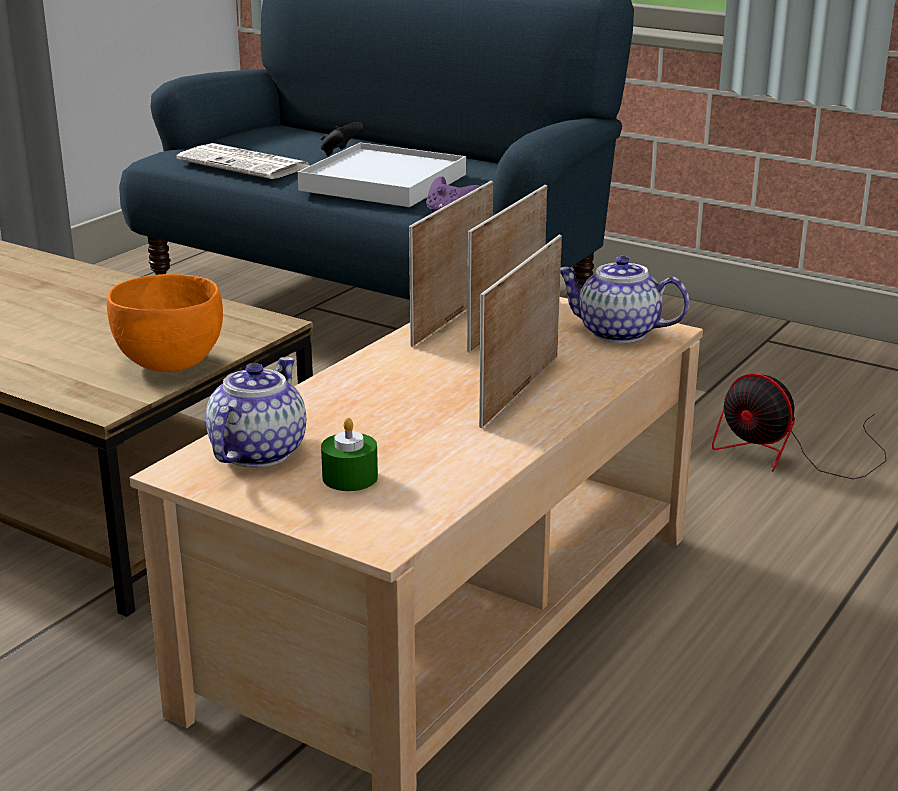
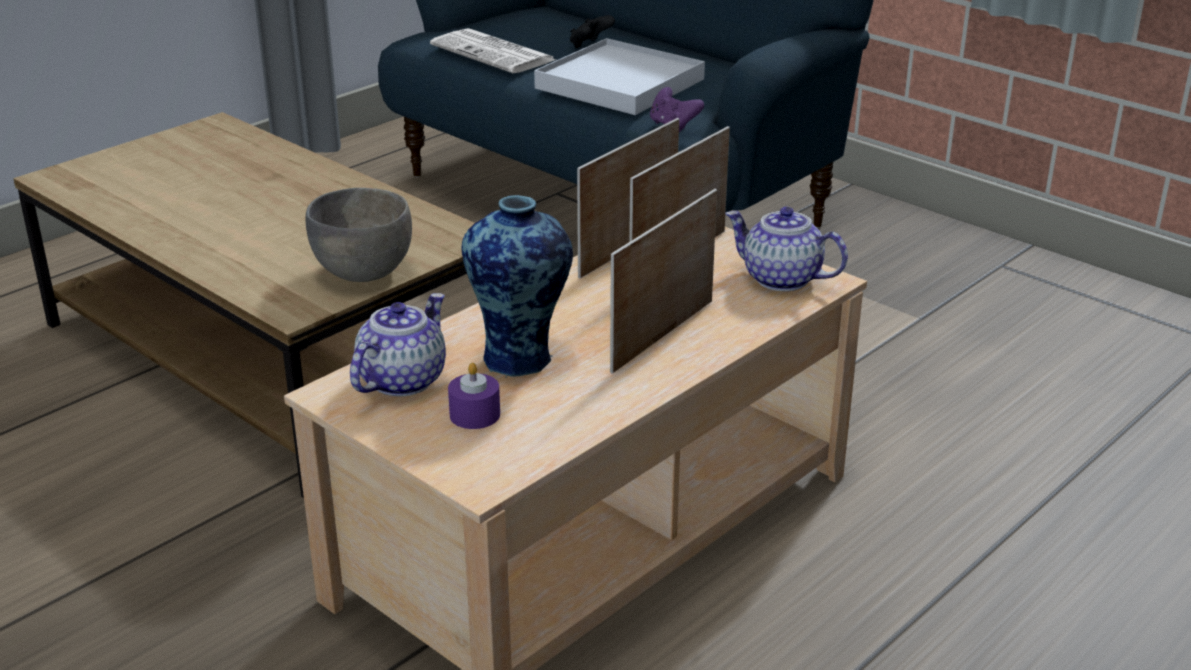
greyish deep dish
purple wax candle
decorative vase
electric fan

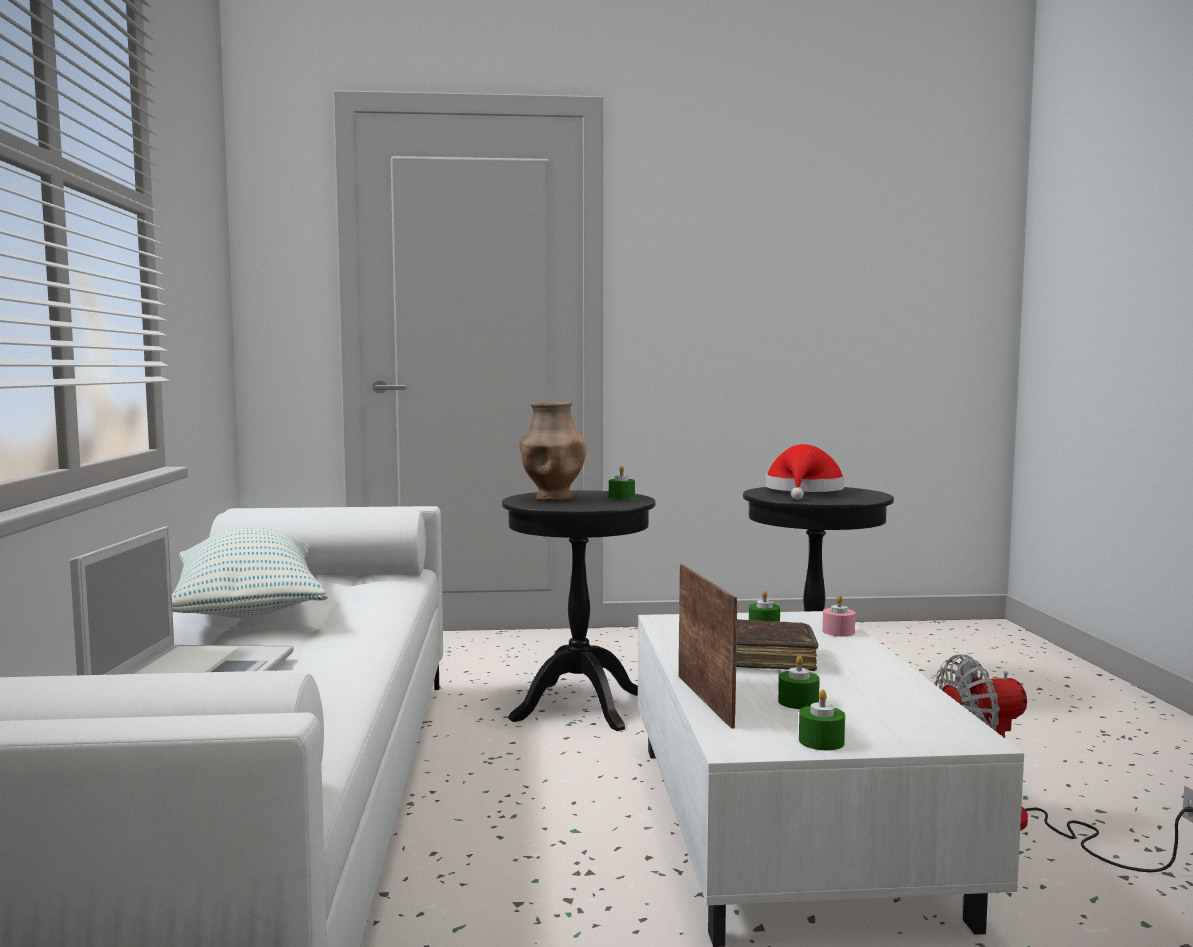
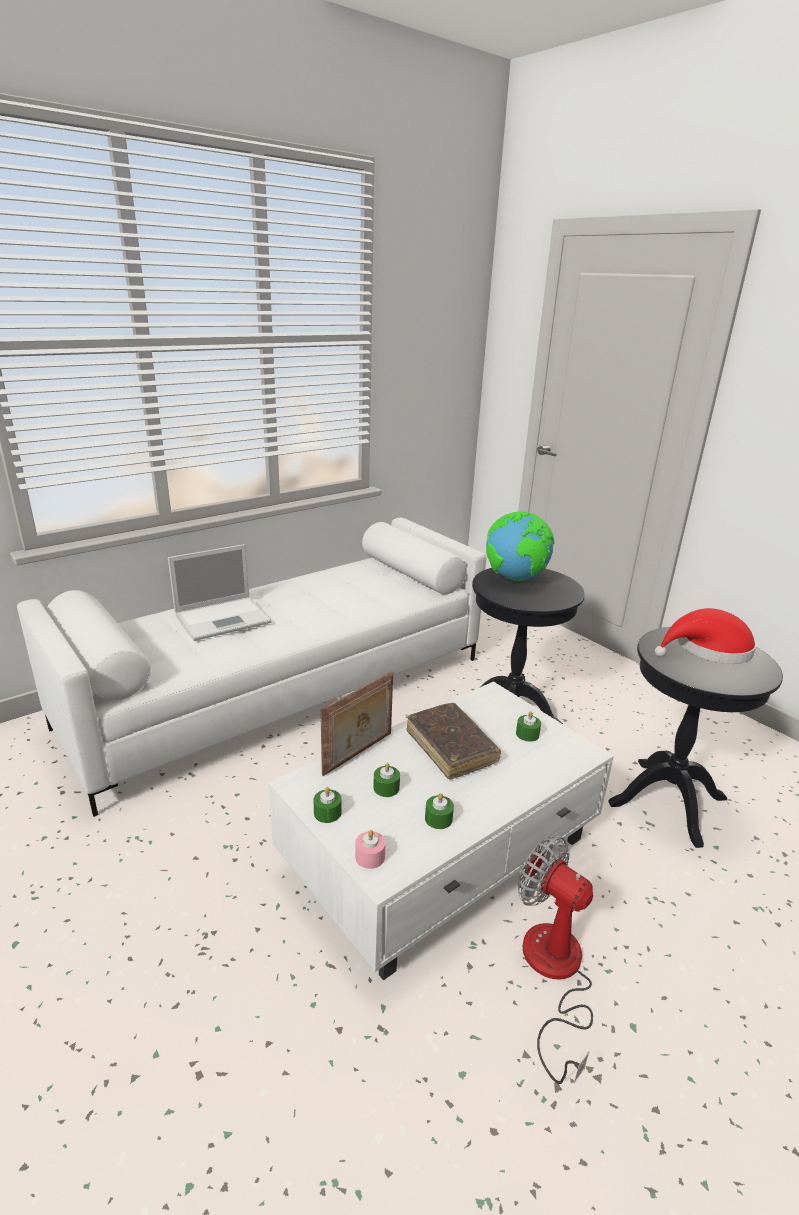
pink wax candle
greenish wax candle (3rd from left)
world globe
throw pillow

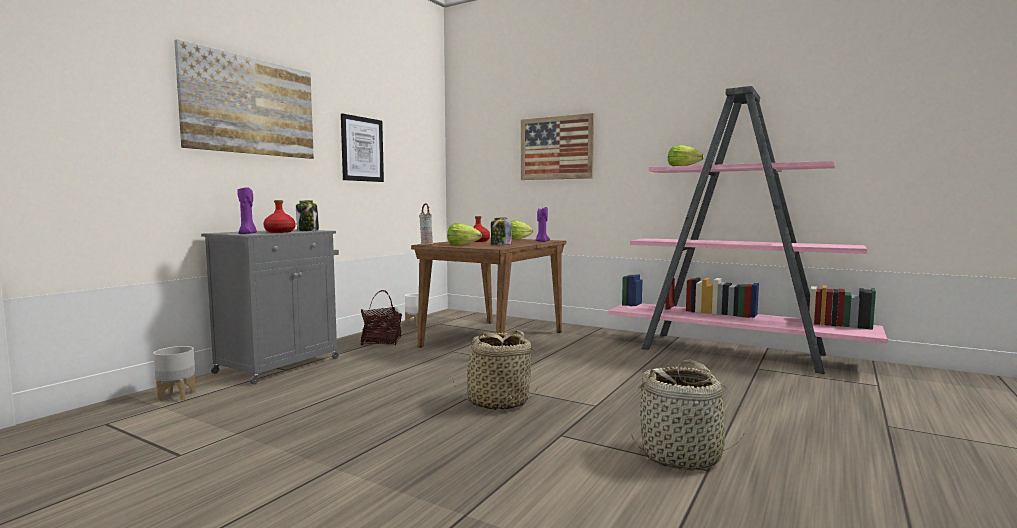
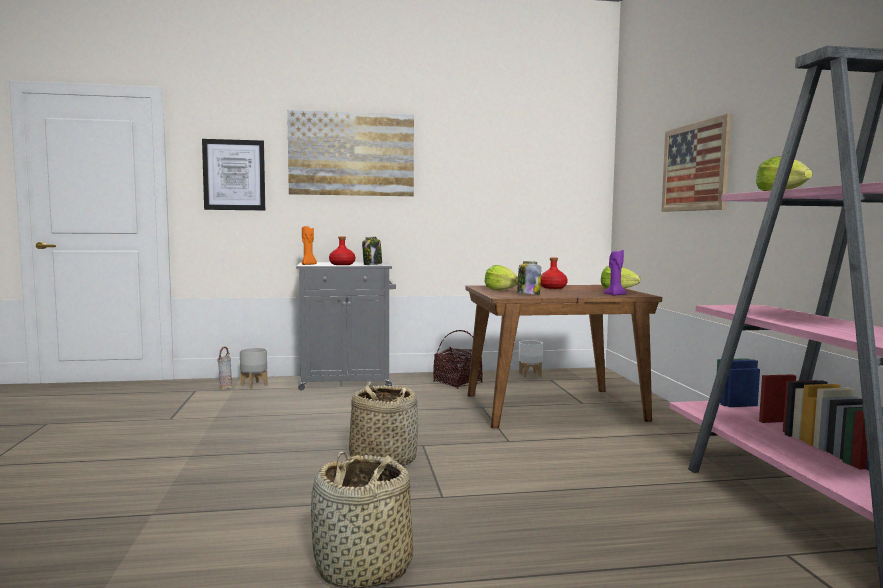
wall picture (1st from left)
decorative vase
orangey wax candle

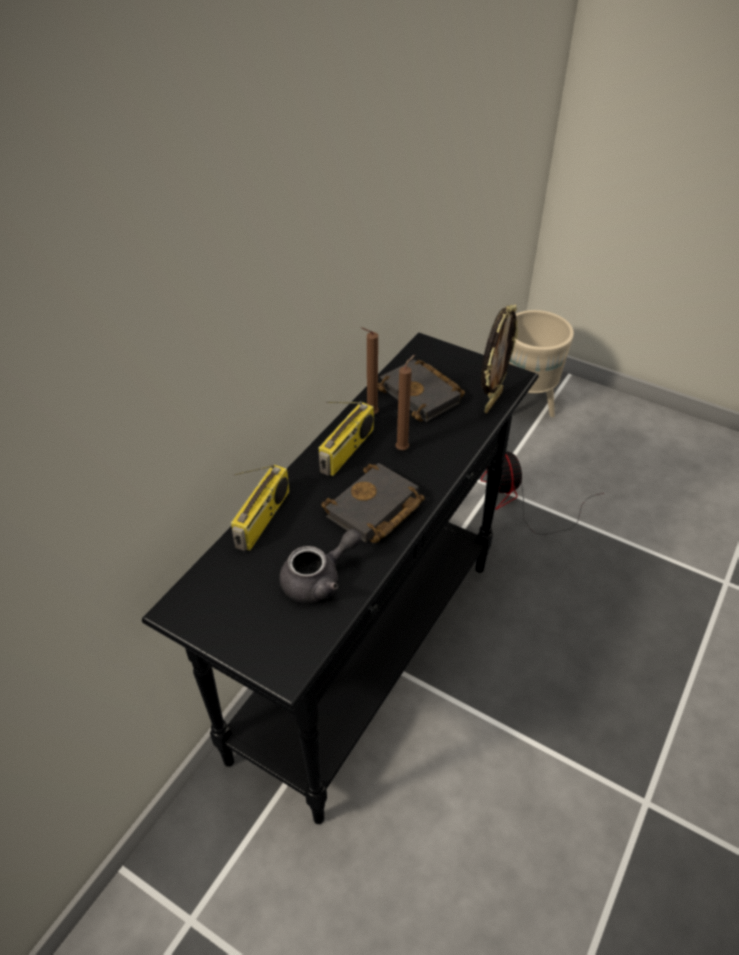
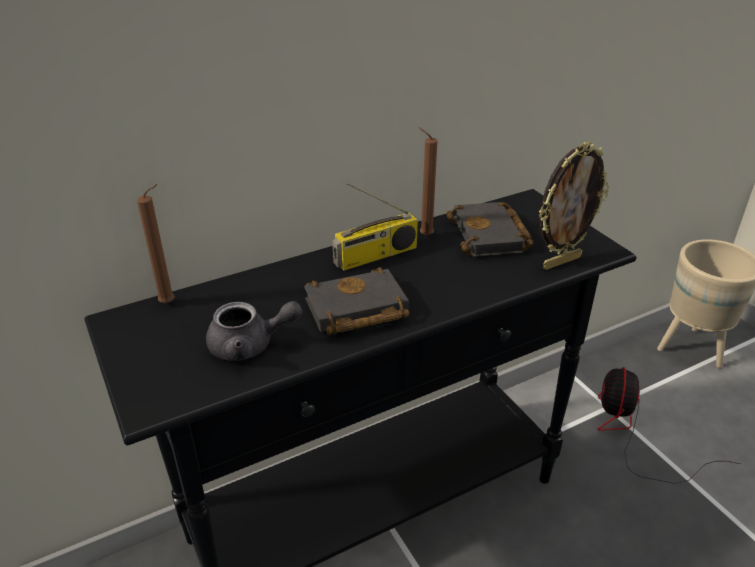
brown wax candle (1st from left)
radio (1st from left in the first image)

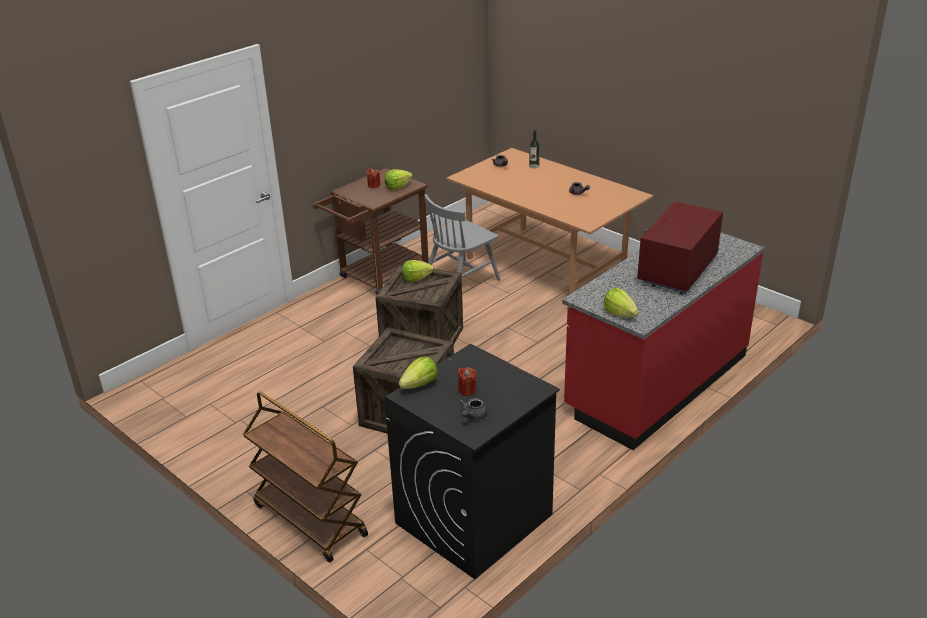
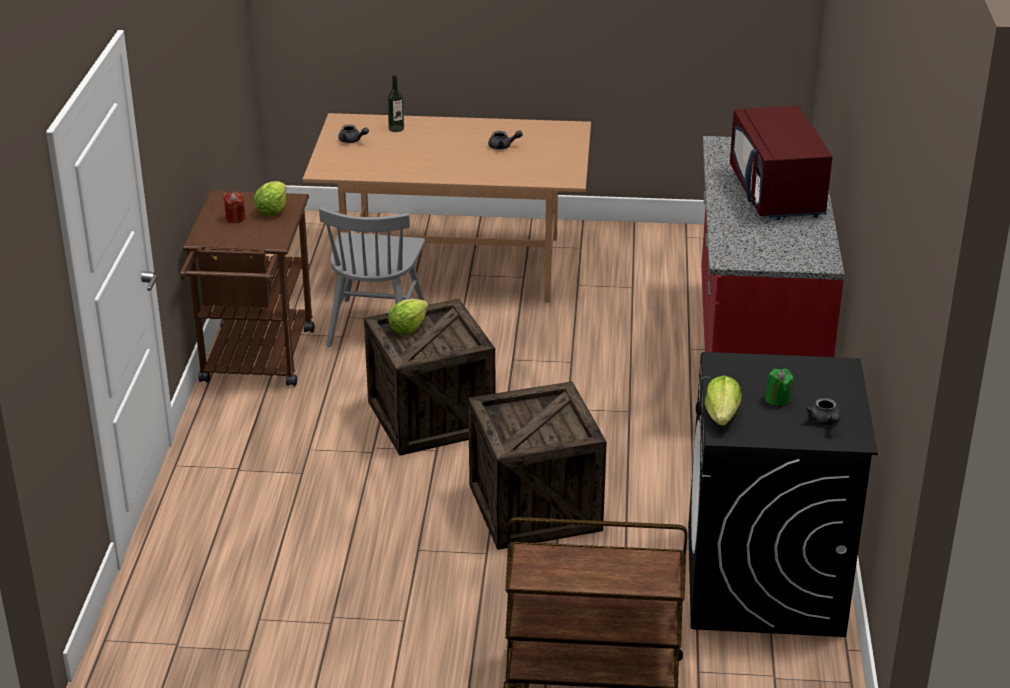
greenish wax candle
head of lettuce (4th from left in the first image)

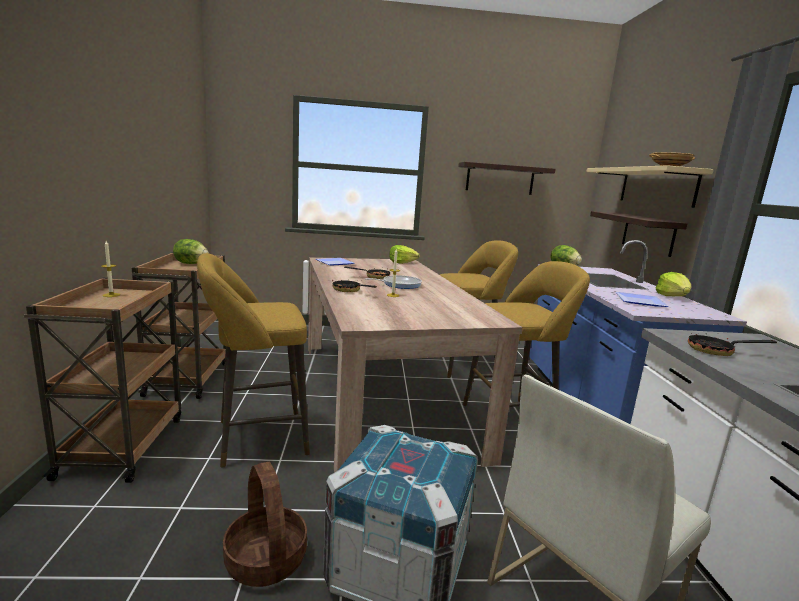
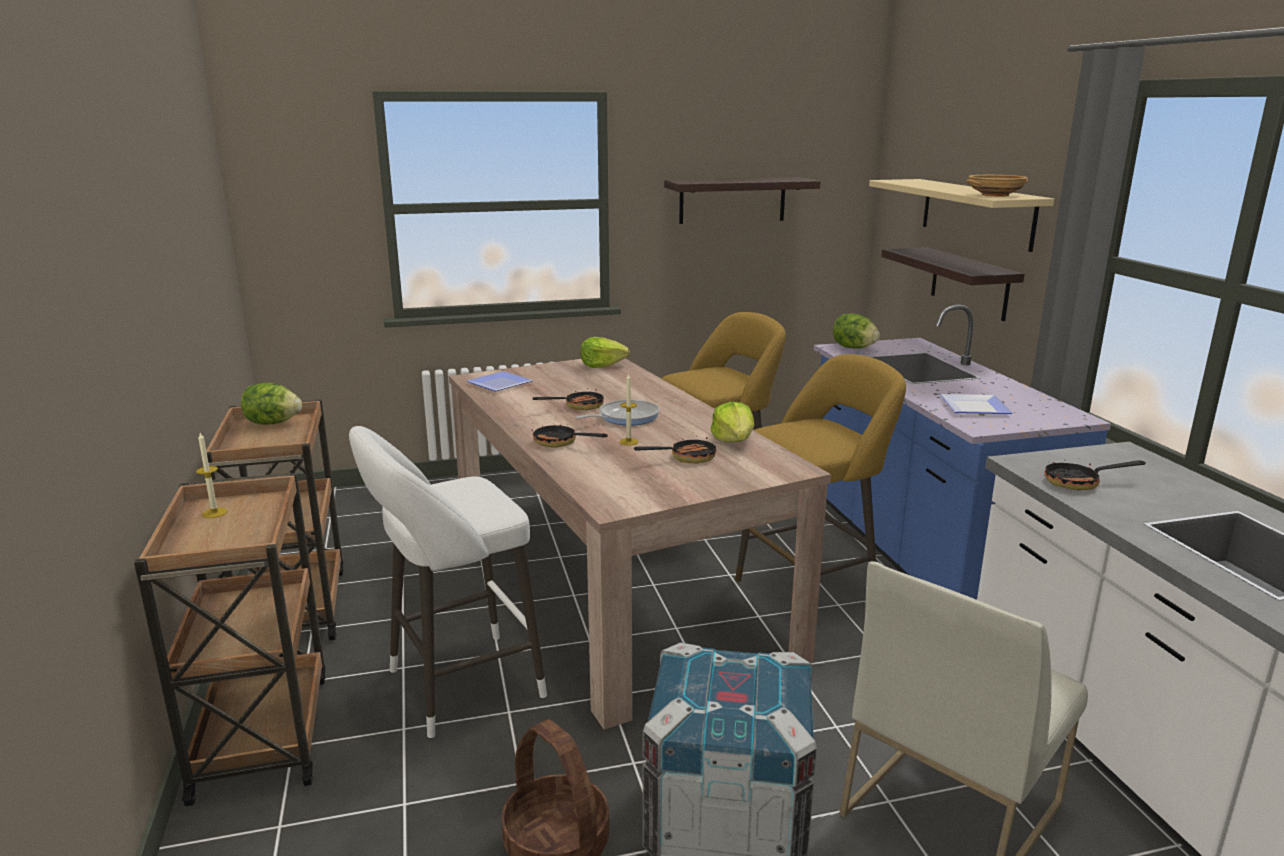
white-coloured stool
frying pan (4th from left)
head of lettuce (3rd from left)

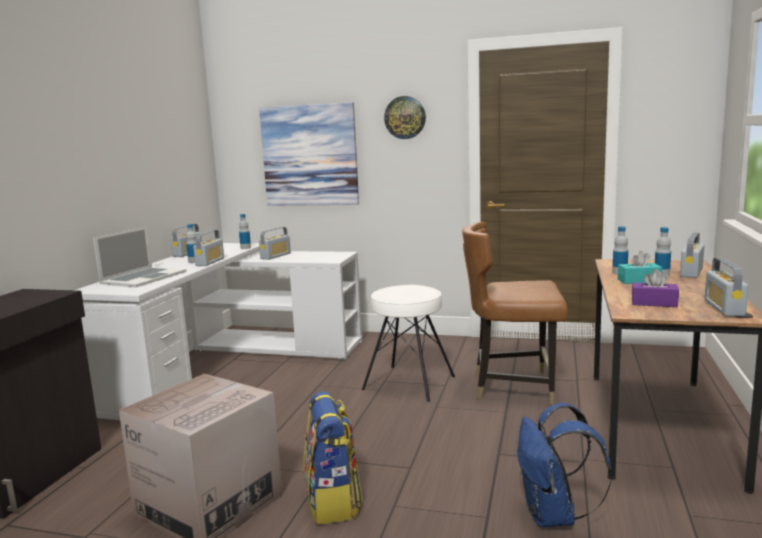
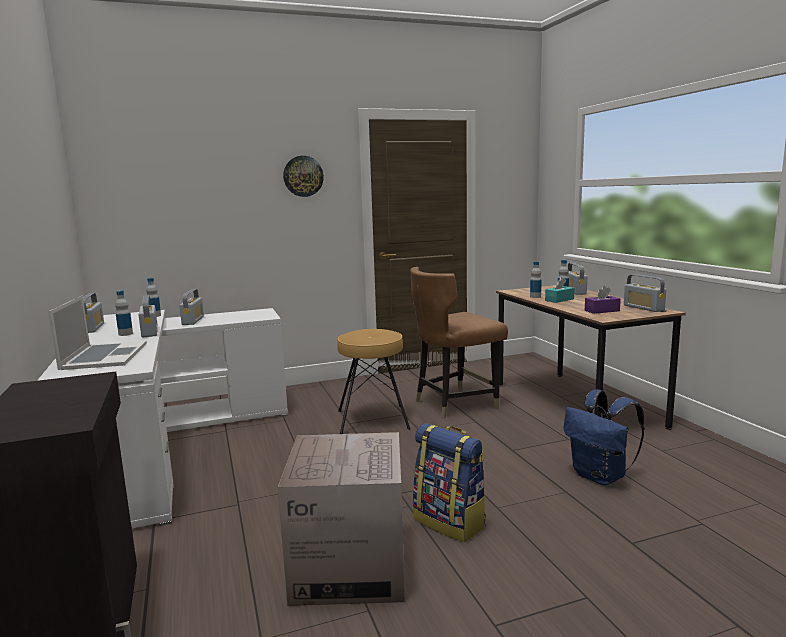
brown stool
wall picture

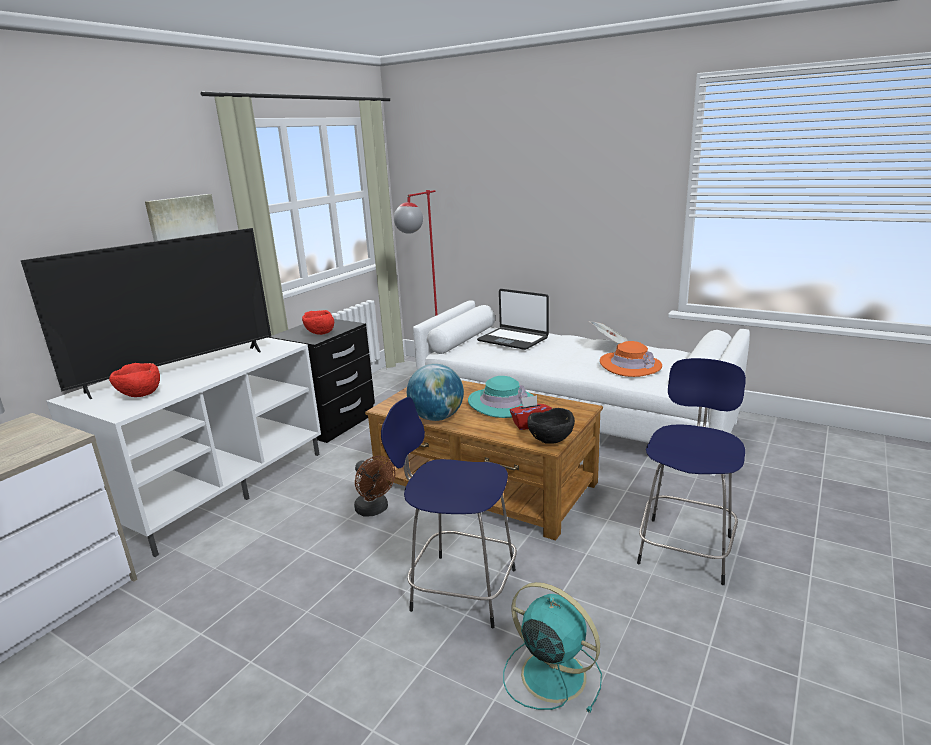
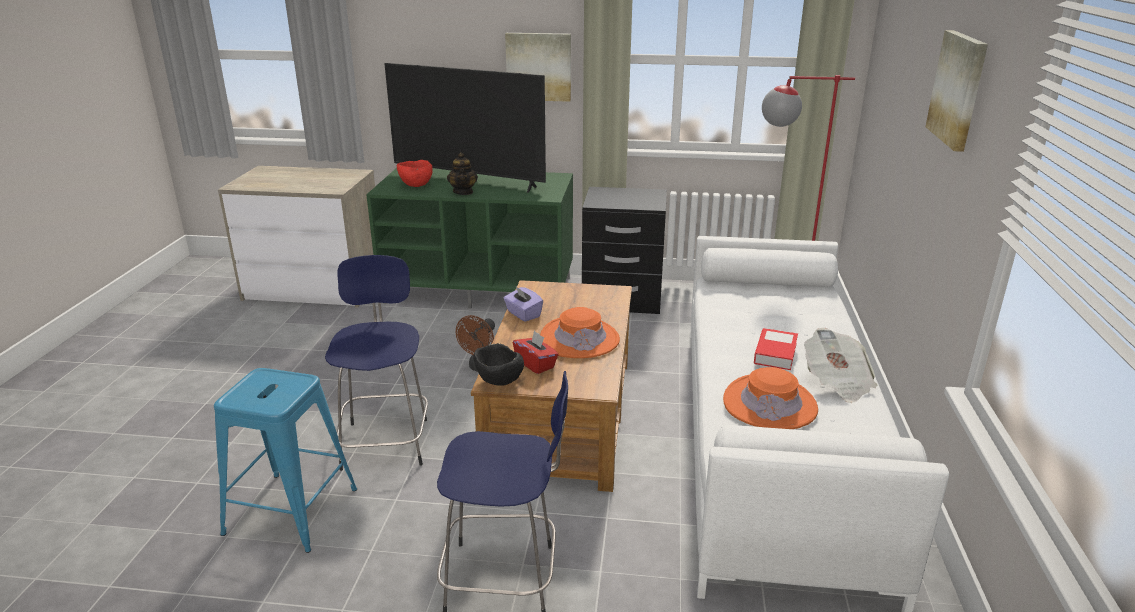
bluish stool (1st from left)
greenish media console
pot for tea
purple tissue holder
orangey wearable hat (1st from left)
book
wall picture (2nd from left)
reddish deep dish (2nd from left in the first image)
portable computer

